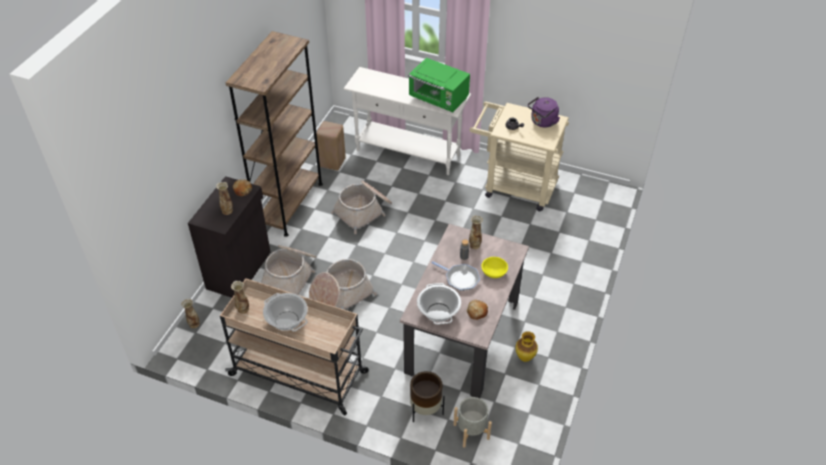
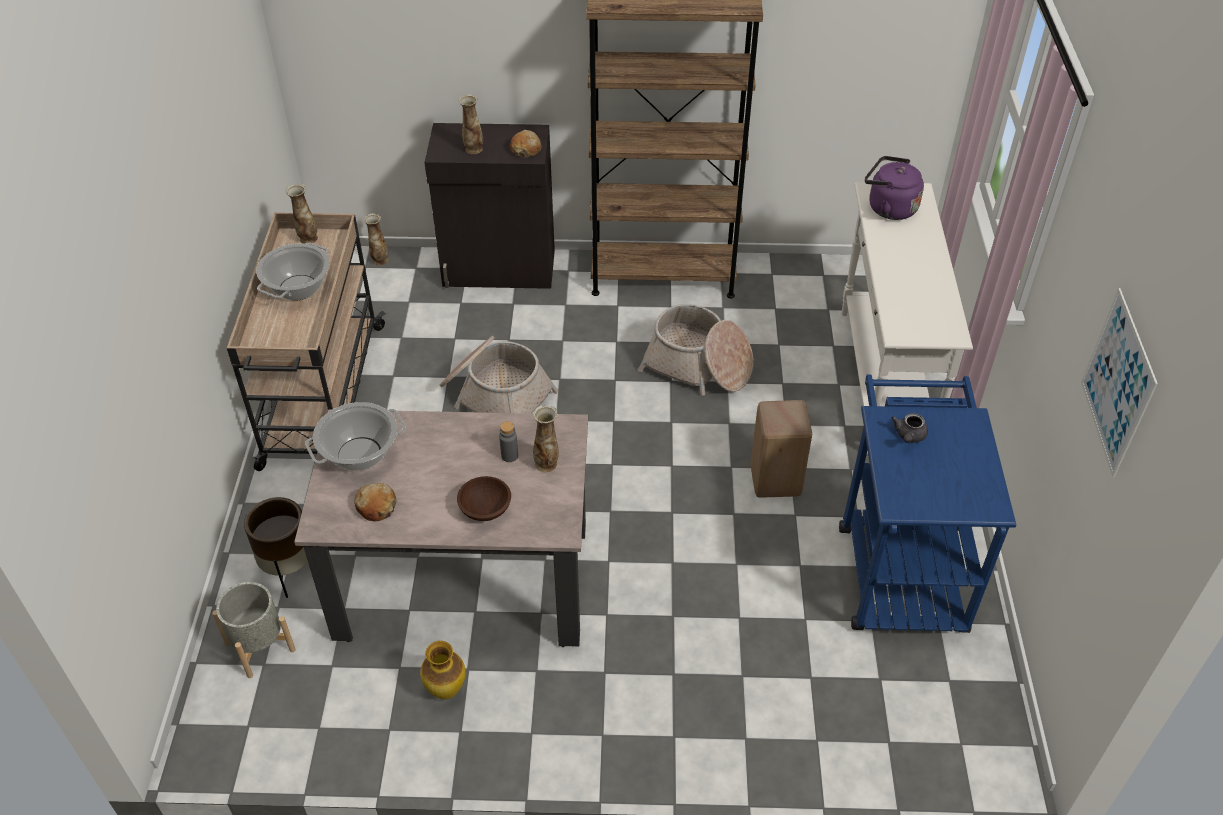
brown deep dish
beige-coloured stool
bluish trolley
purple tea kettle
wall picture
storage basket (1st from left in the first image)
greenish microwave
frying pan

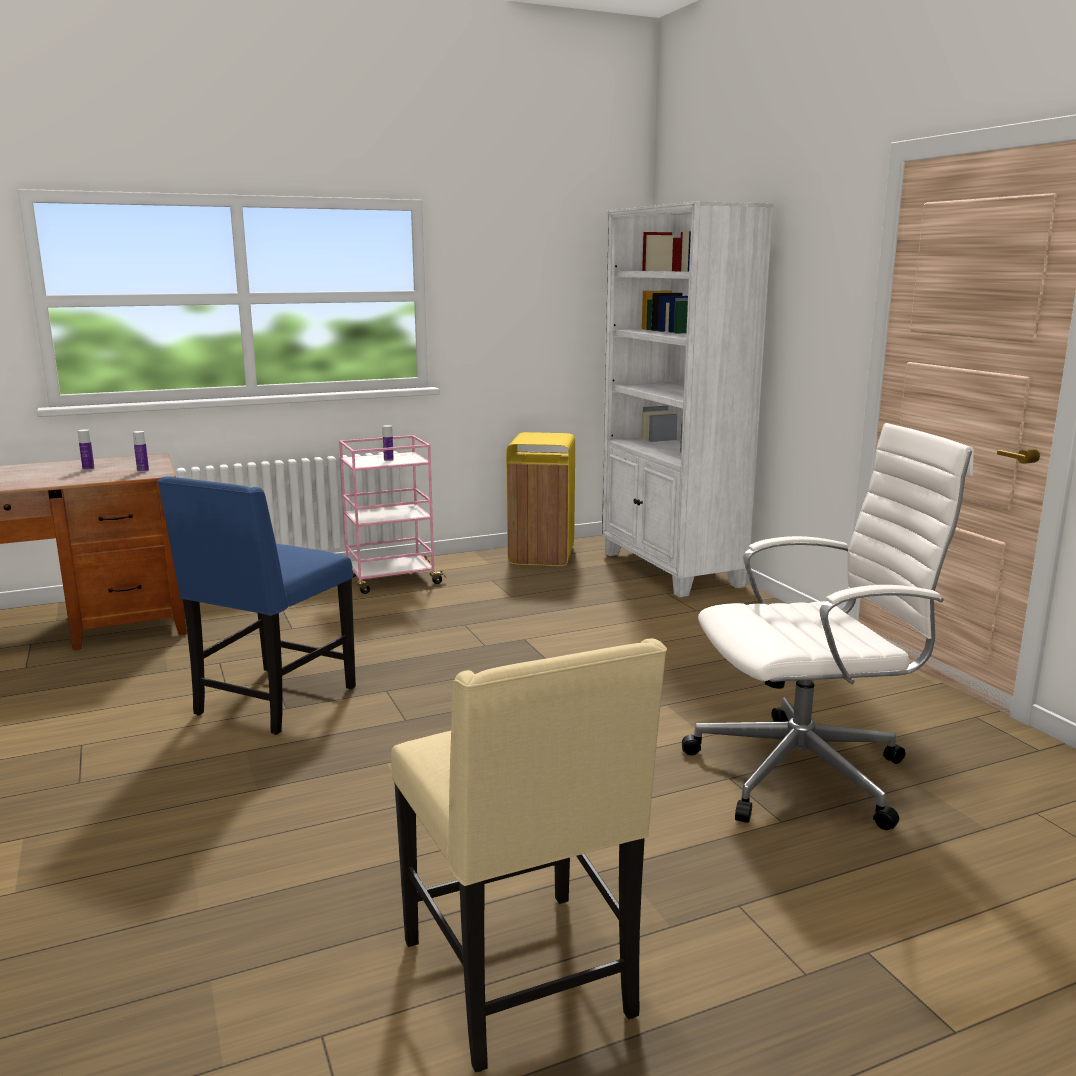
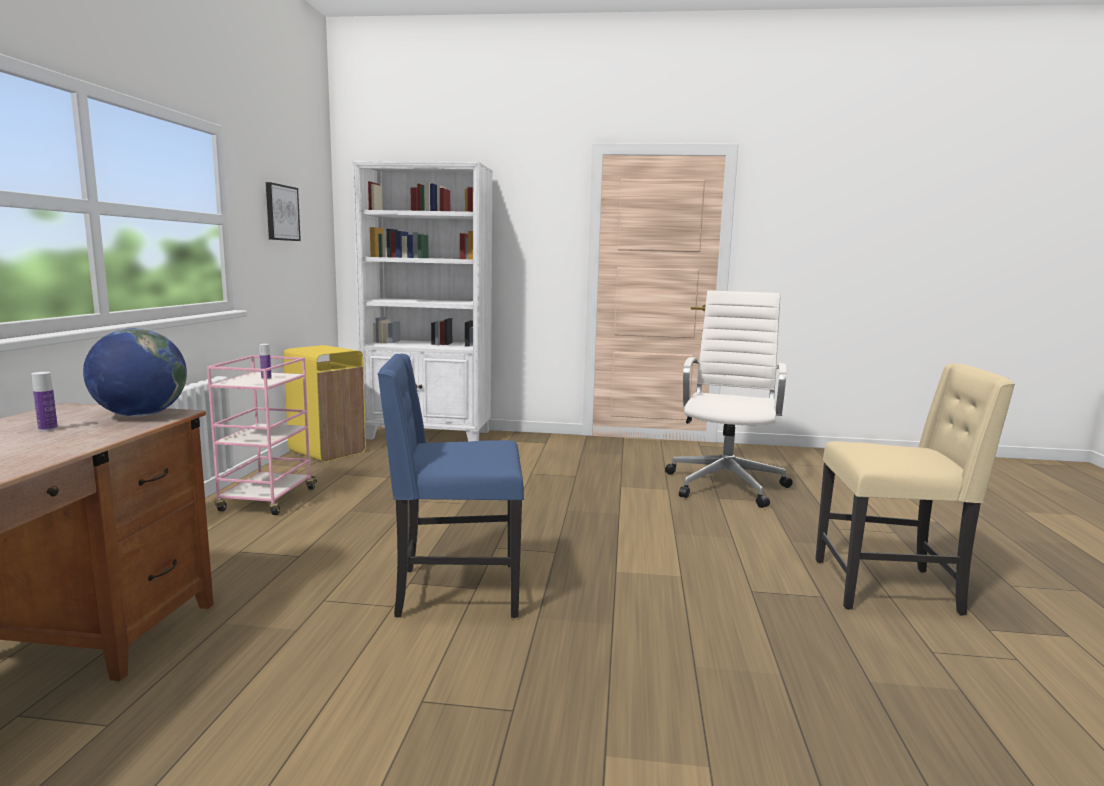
world globe
wall picture
bluish plain chair

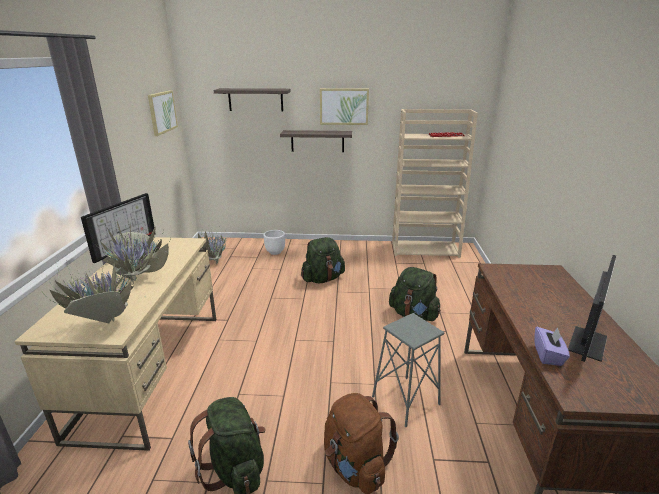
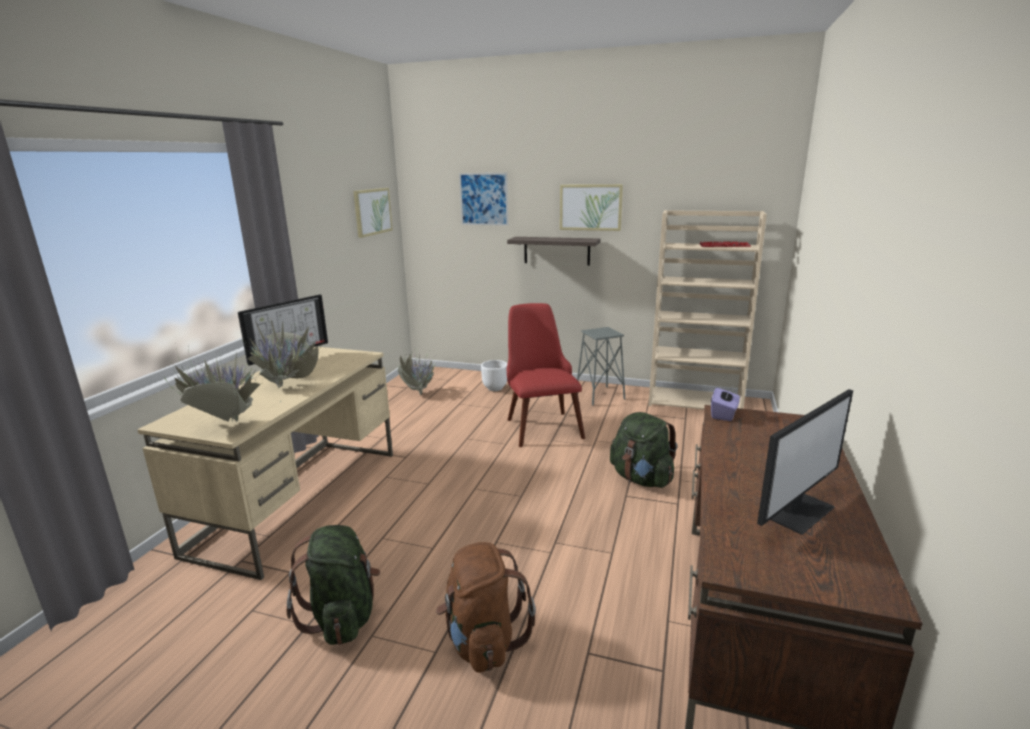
wall picture (2nd from left)
reddish plain chair
greyish stool
purple tissue holder

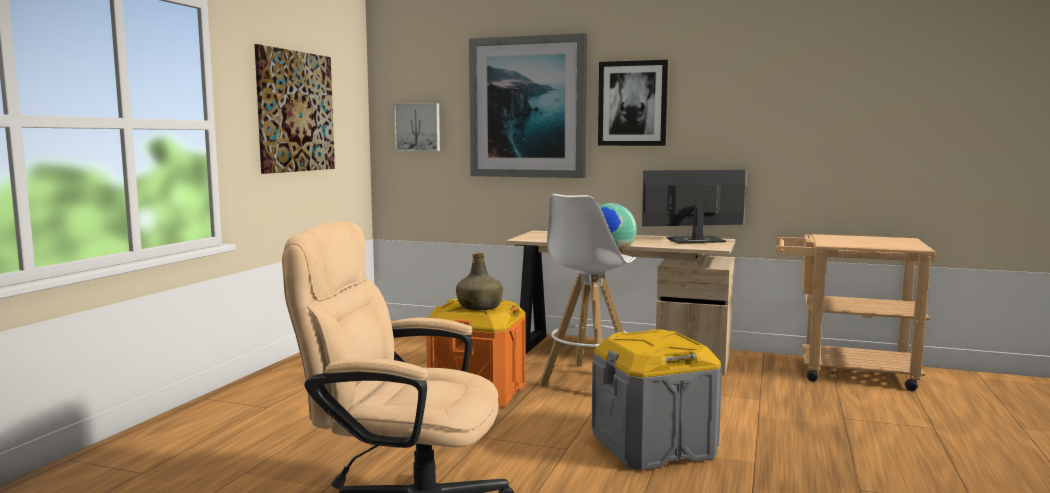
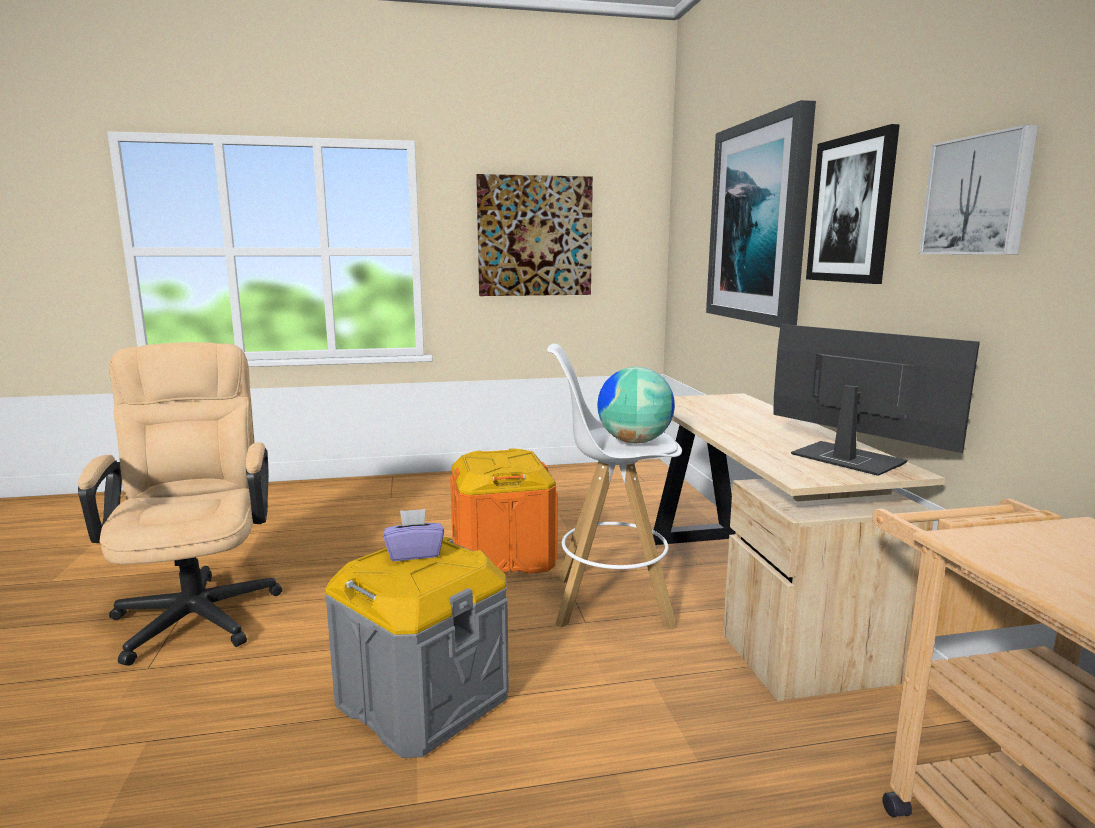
purple tissue holder
wall picture (4th from left)
greenish bottle

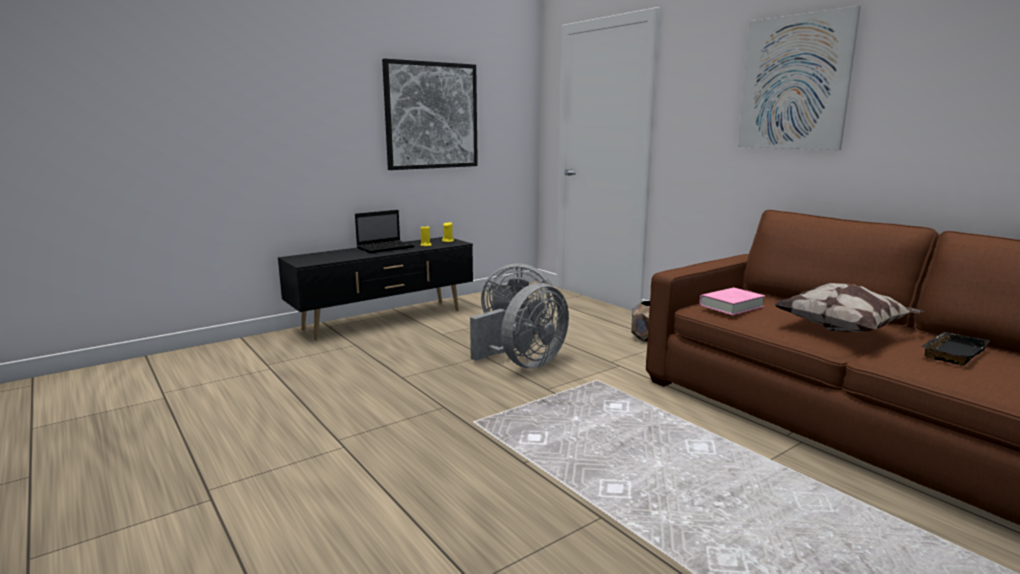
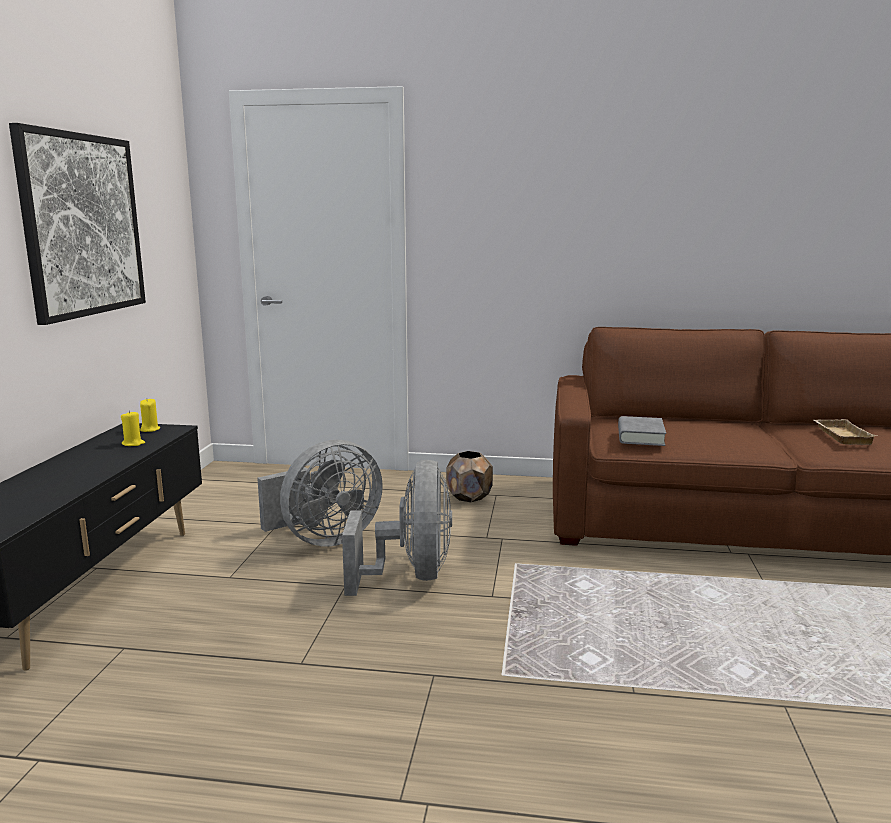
greyish book
beige-coloured tray
portable computer
wall picture (2nd from left in the first image)
throw pillow

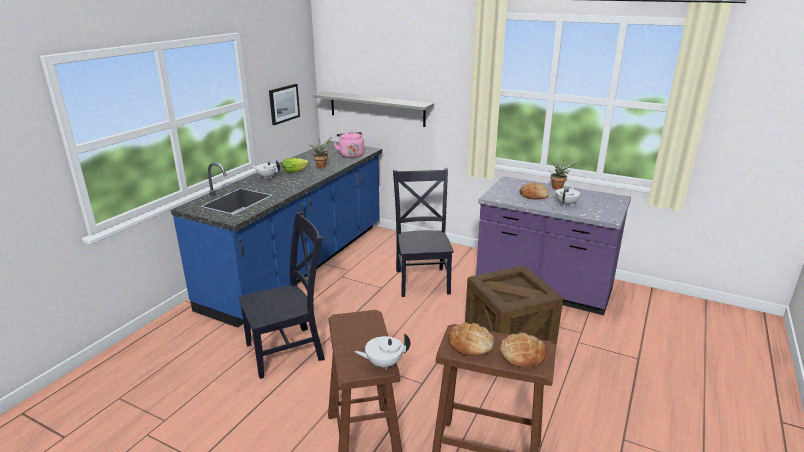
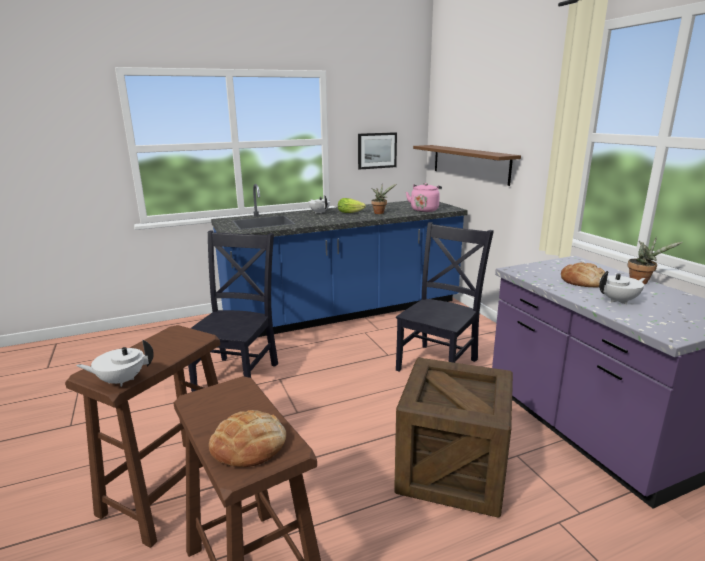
white-coloured pot for tea (1st from left)
blackish plain chair (1st from left)
brown bracket shelf
bakery bread (1st from left in the first image)

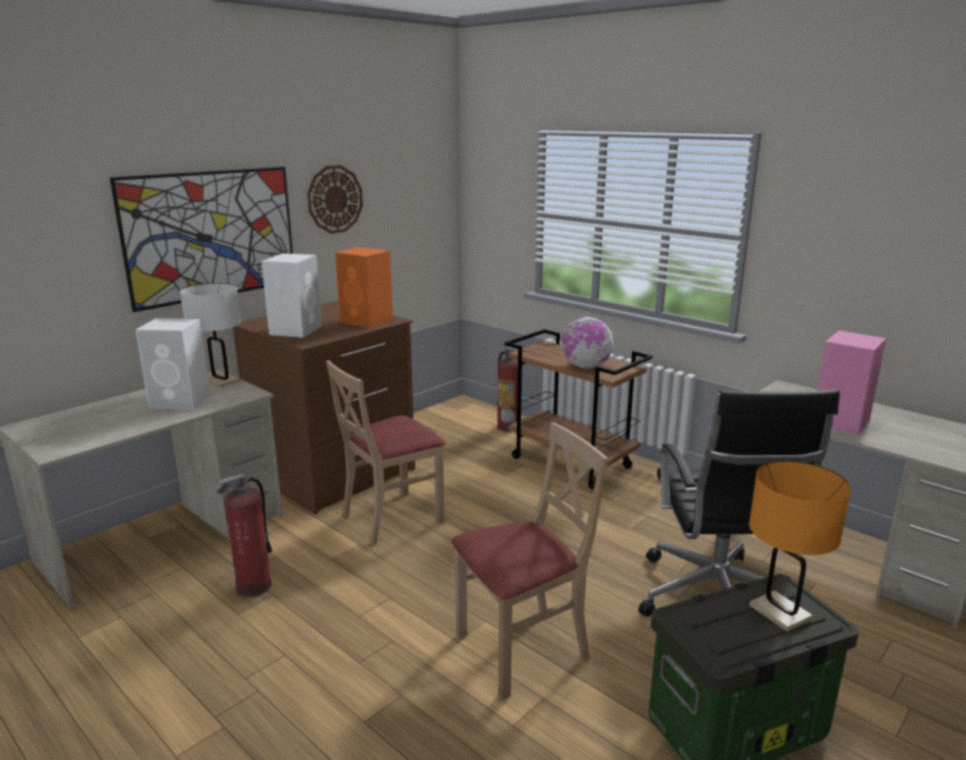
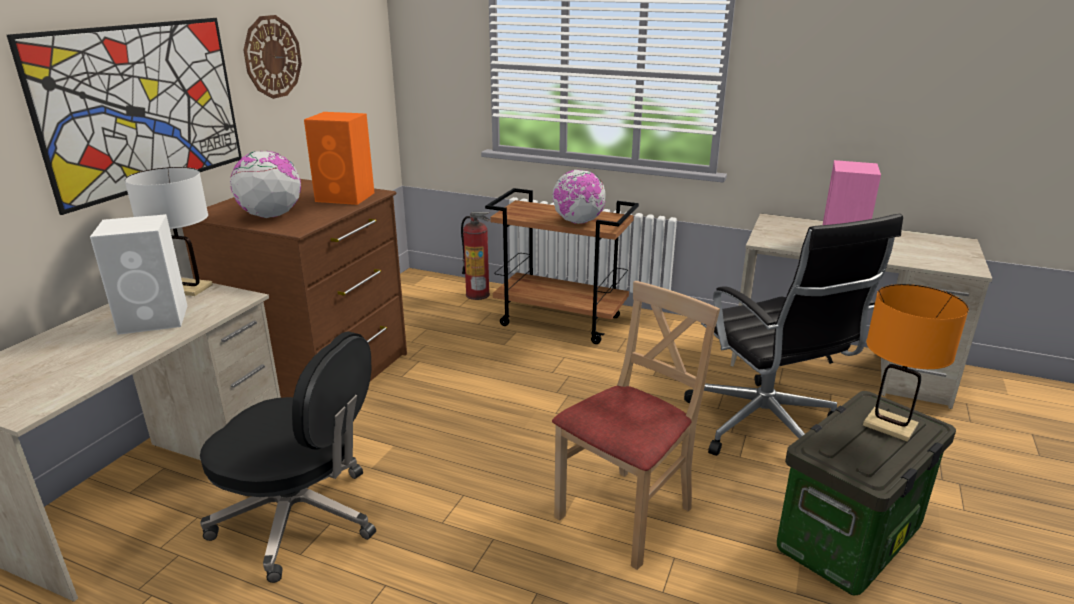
blackish desk chair (1st from left)
world globe (1st from left)
beige-coloured plain chair (1st from left in the first image)

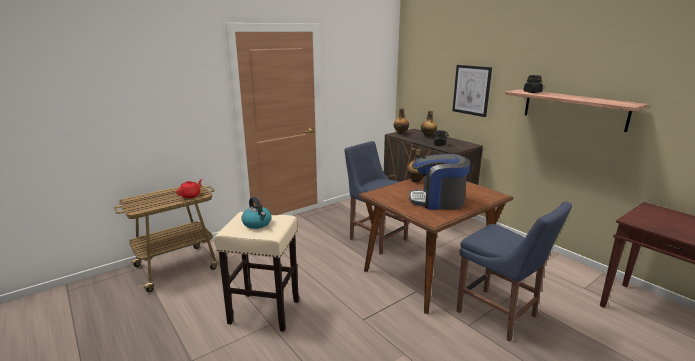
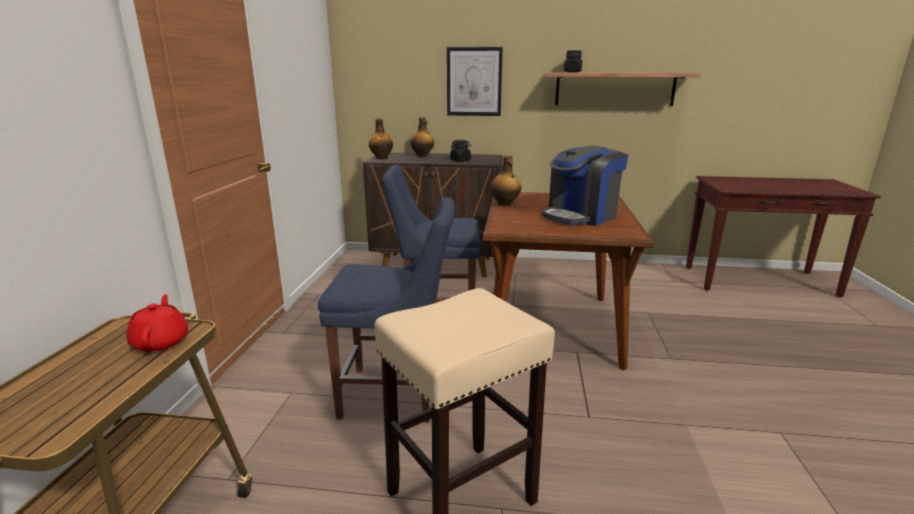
bluish plain chair (1st from left)
tea kettle

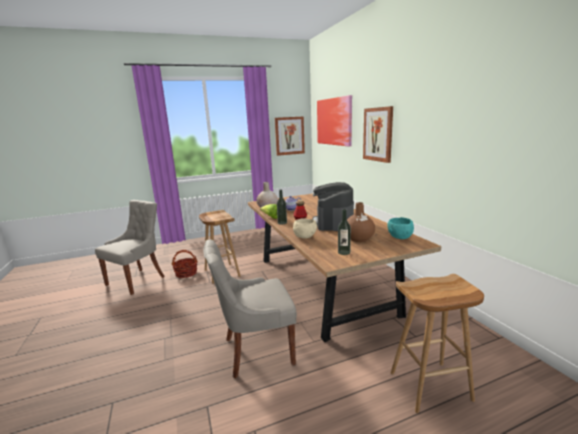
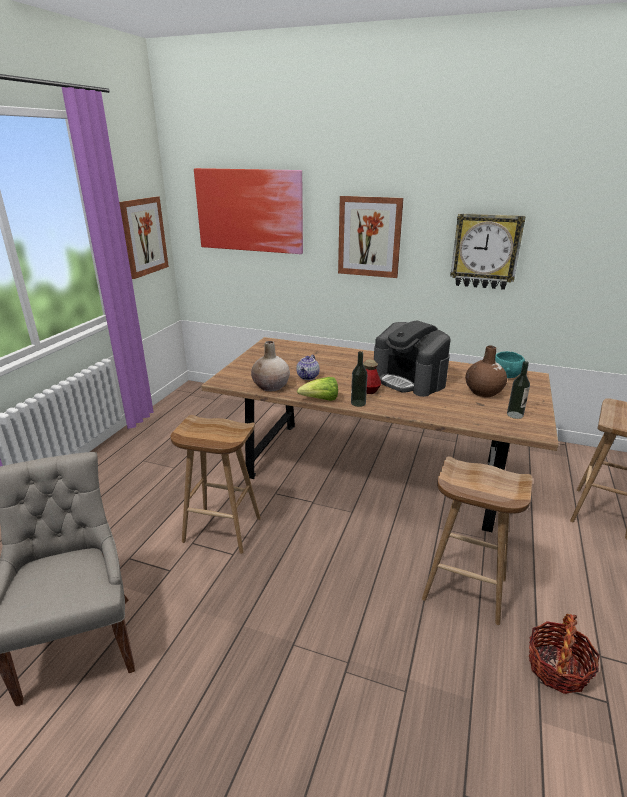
brown stool (2nd from left)
hanging clock
storage basket
beige-coloured deep dish

